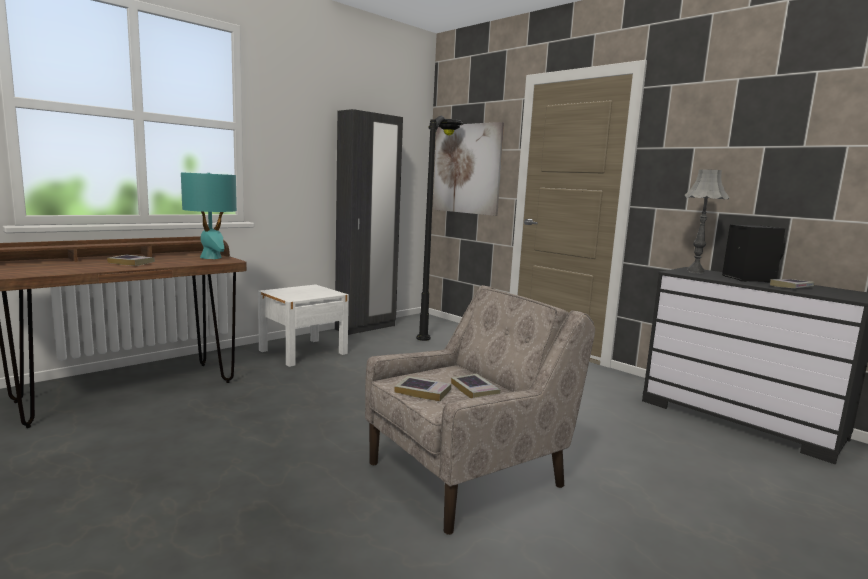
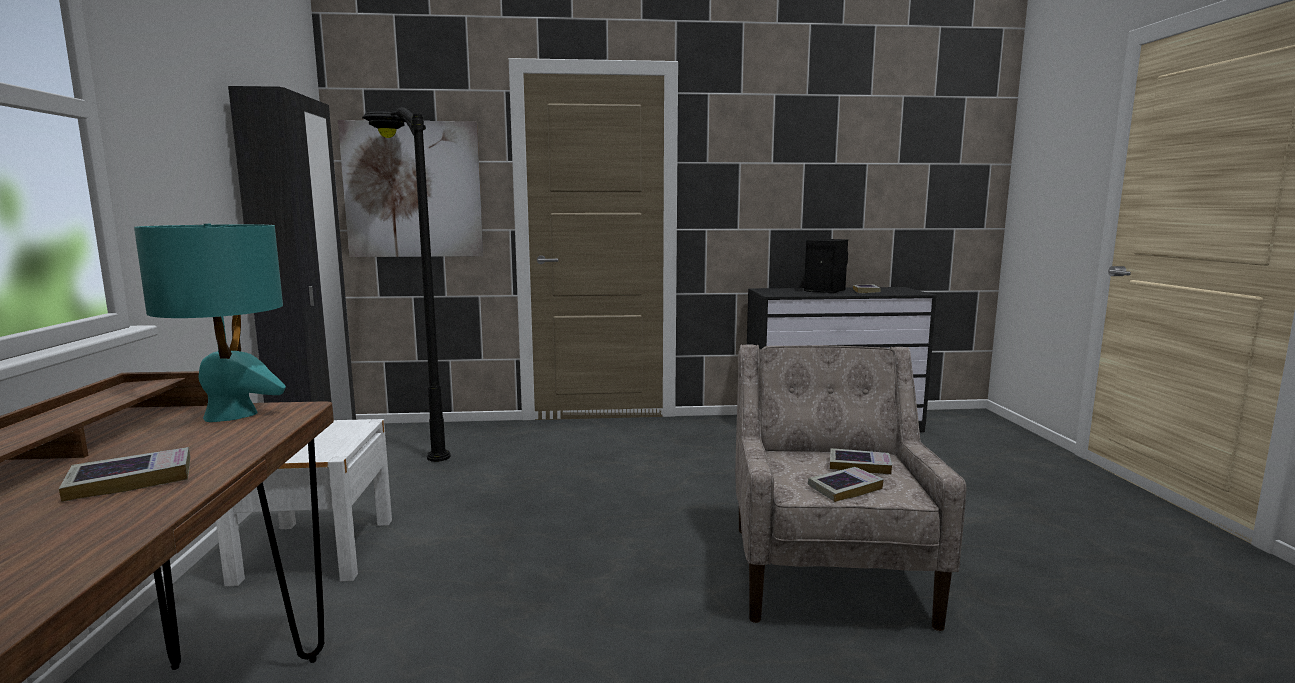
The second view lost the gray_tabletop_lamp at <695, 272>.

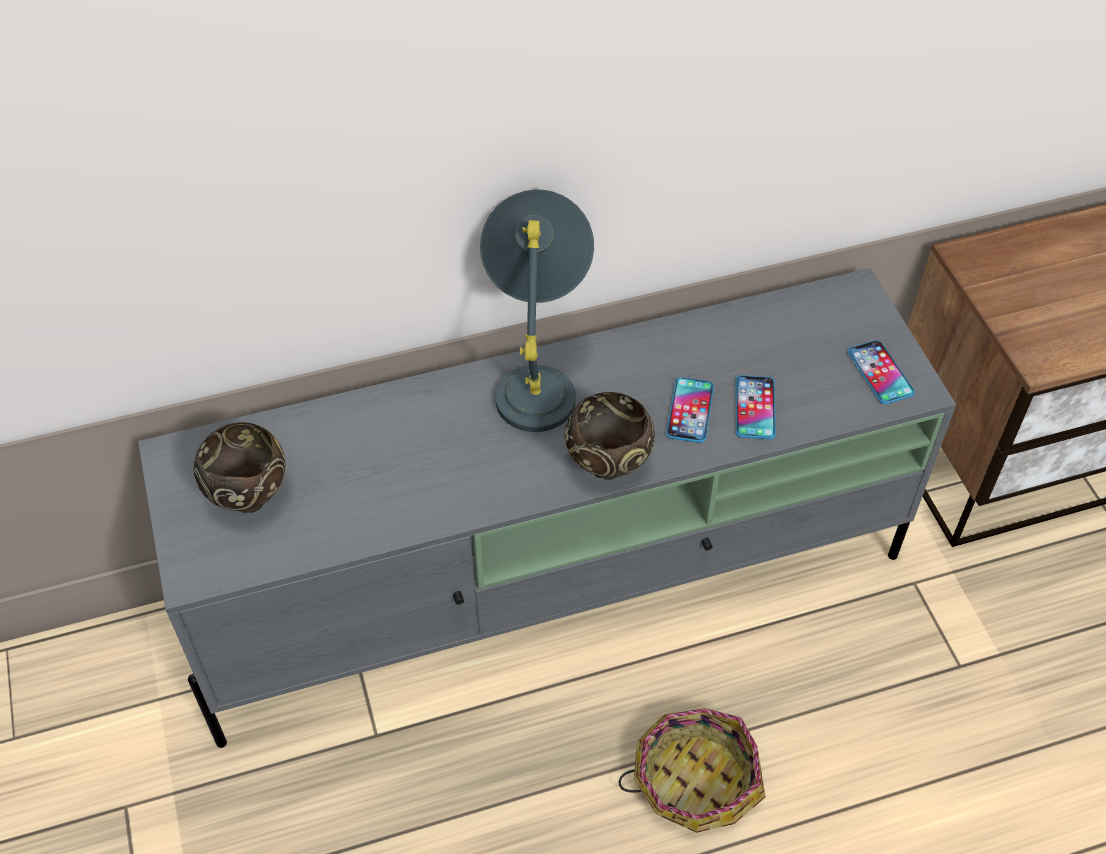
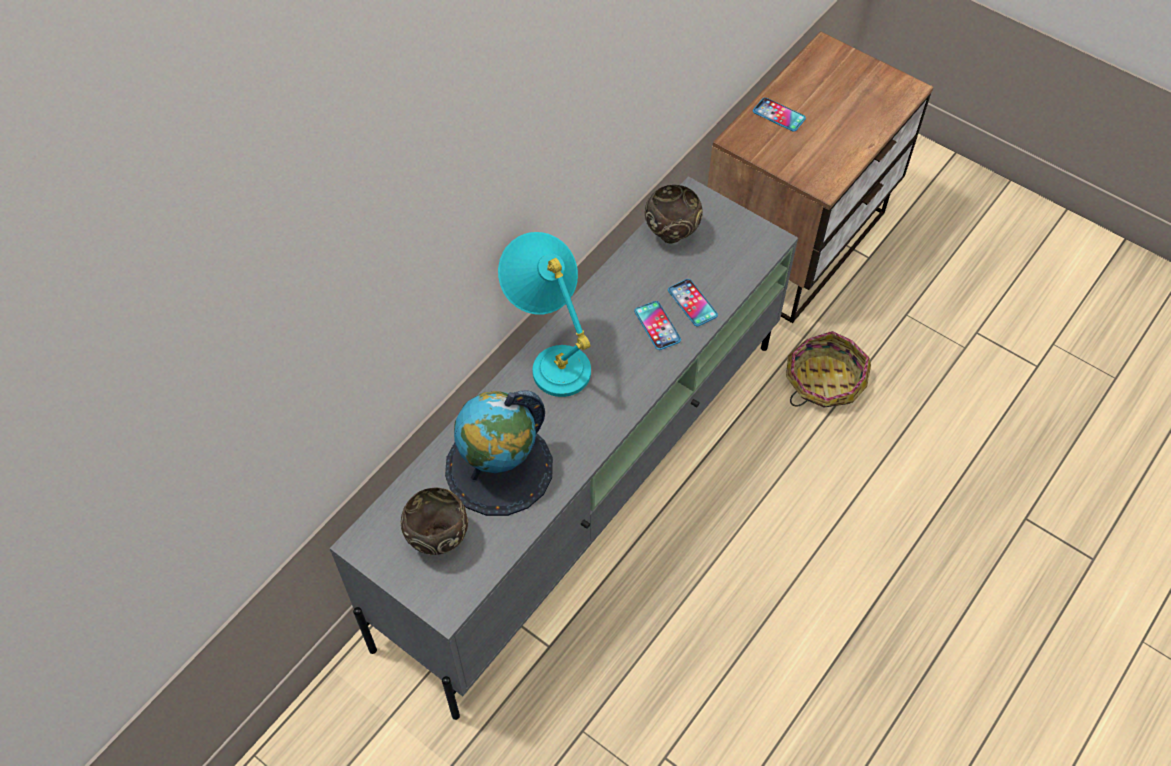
The second view gained the world_globe at <499, 468>.
What was the gray_tabletop_lamp at <538, 377> turned into the turquoise_tabletop_lamp at <550, 356>.
The brownish_deep_dish ended up elsewhere, having gone from <609, 466> to <672, 234>.
The telephone ended up elsewhere, having gone from <880, 373> to <779, 115>.
The storage_basket ended up elsewhere, having gone from <694, 779> to <823, 381>.

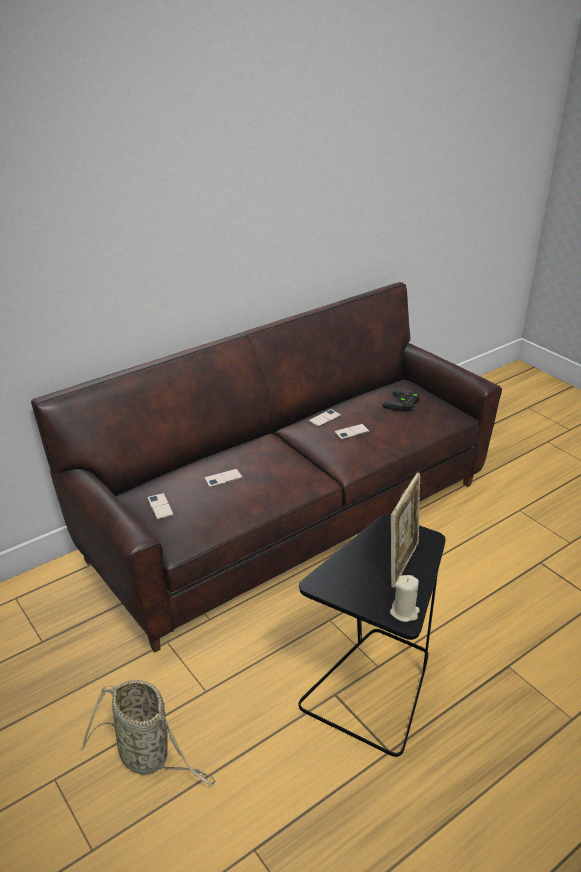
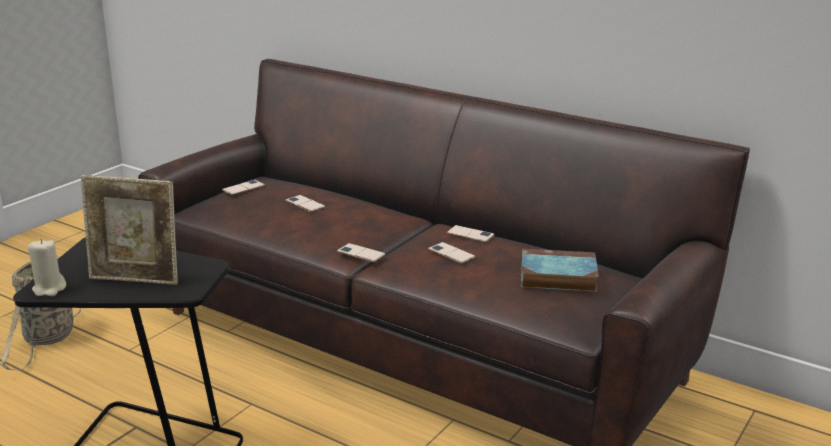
The second view gained the telephone at <361, 253>.
Where the black-coloured_gamepad stood at <402, 404>, the bound_book came to stand at <556, 276>.

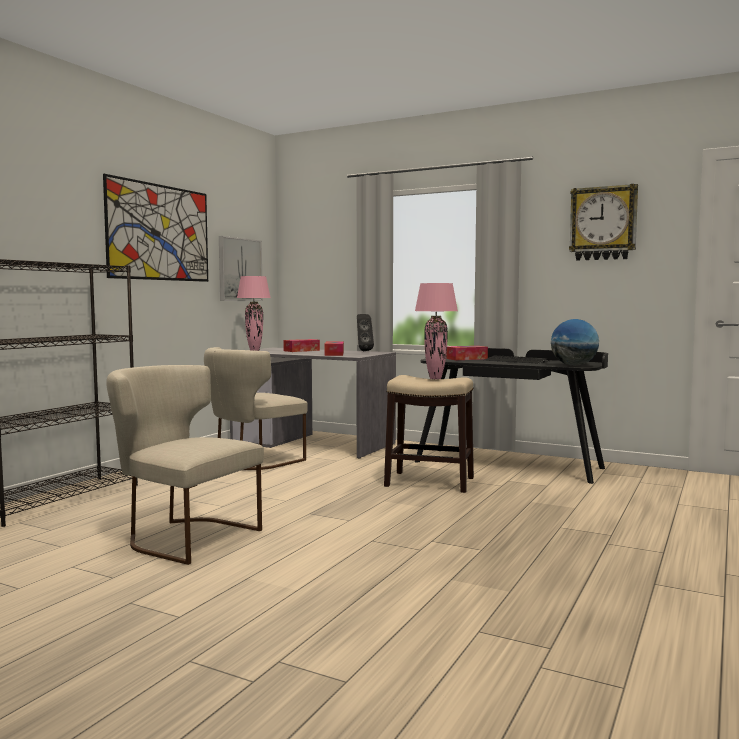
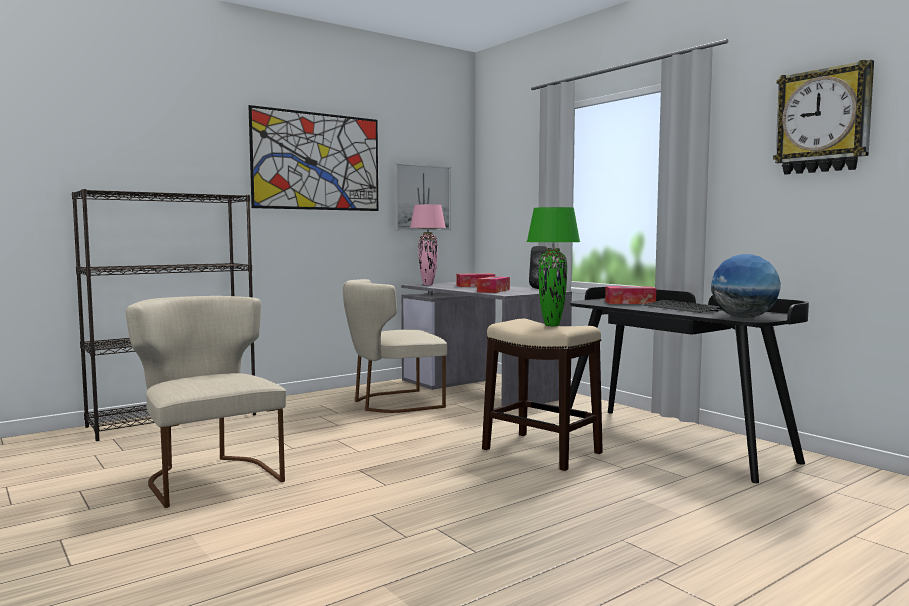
What was the pink-coloured_tabletop_lamp at <435, 379> turned into the green-coloured_tabletop_lamp at <552, 325>.

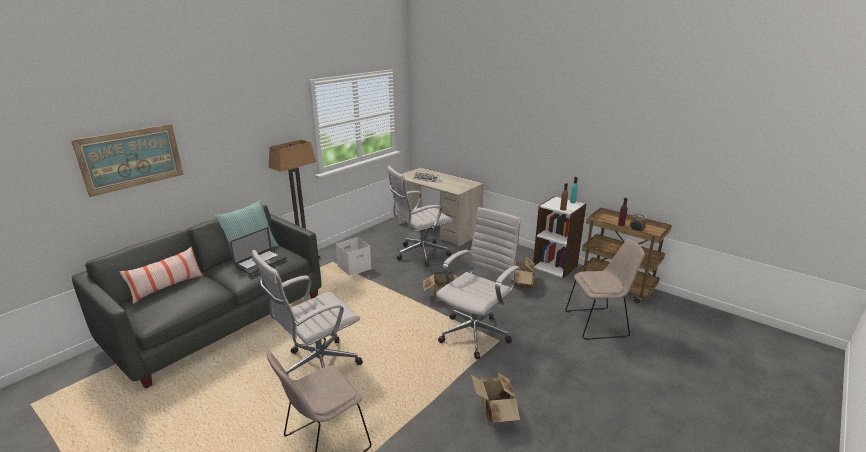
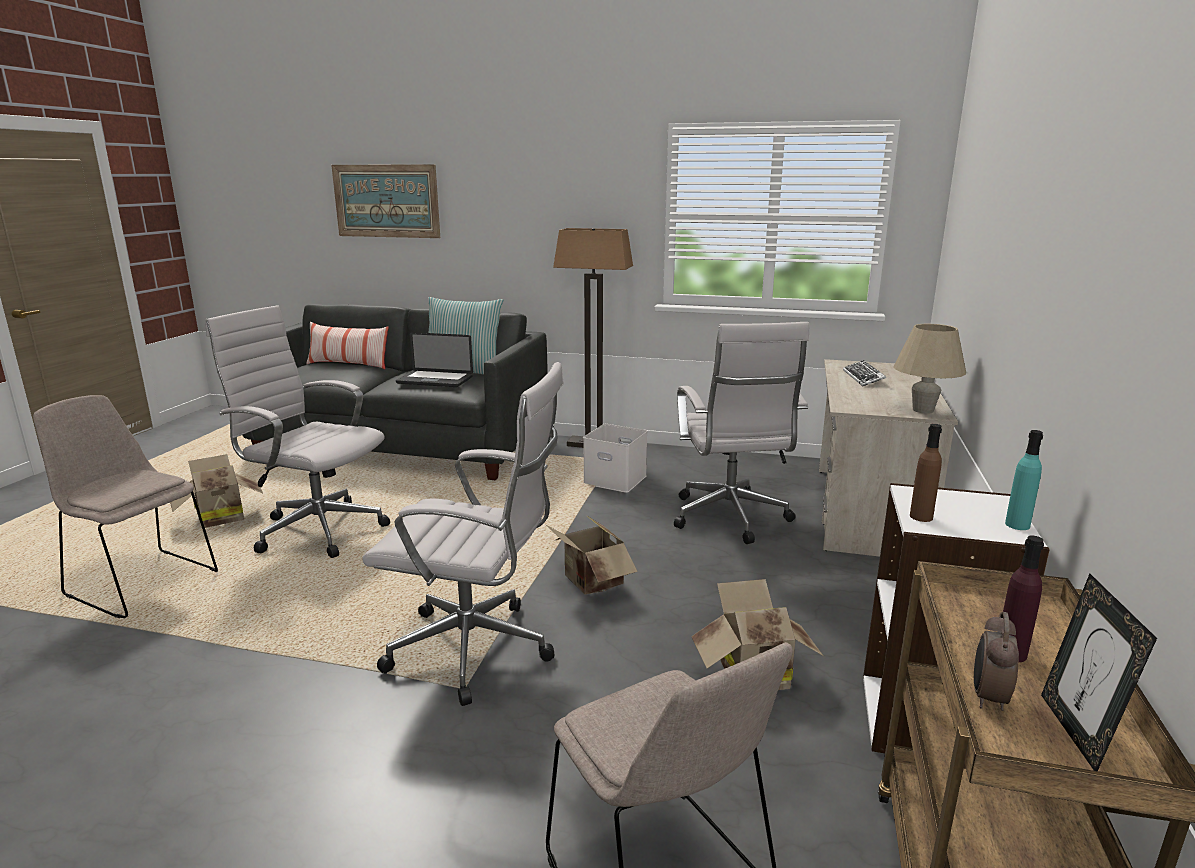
The carton ended up elsewhere, having gone from <494, 412> to <219, 517>.
The whitish_computer_chair at <420, 254> ended up facing another way, 135 degrees counterclockwise from before.
The second view gained the beige-coloured_tabletop_lamp at <923, 410>.
The second view gained the picture_frame at <1076, 732>.

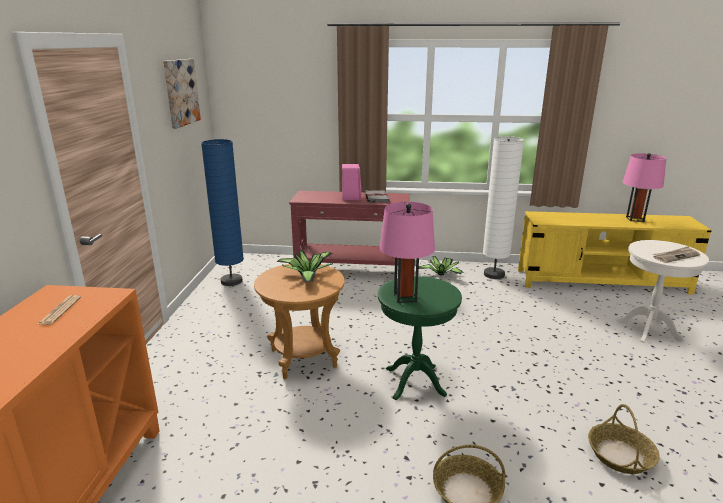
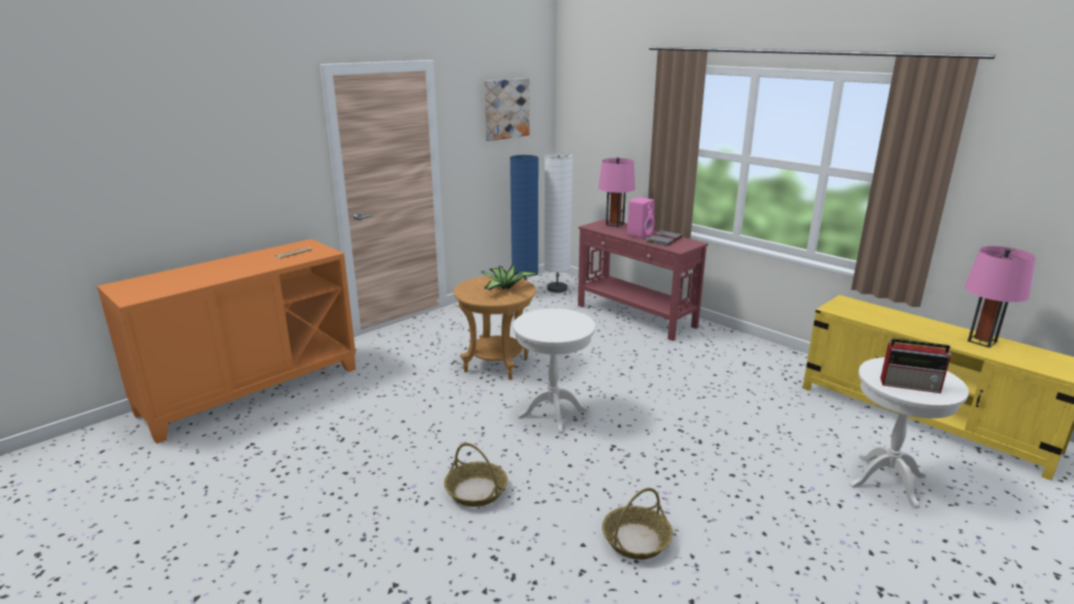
What was the green-coloured_end_table at <415, 381> turned into the whitish_end_table at <553, 414>.
The whitish_standing_lamp ended up elsewhere, having gone from <494, 274> to <557, 289>.
The pink-coloured_tabletop_lamp ended up elsewhere, having gone from <405, 297> to <615, 224>.
Where the newspaper stood at <675, 256>, the radio_receiver came to stand at <911, 385>.
The second view lost the plant_in_a_pot at <441, 274>.

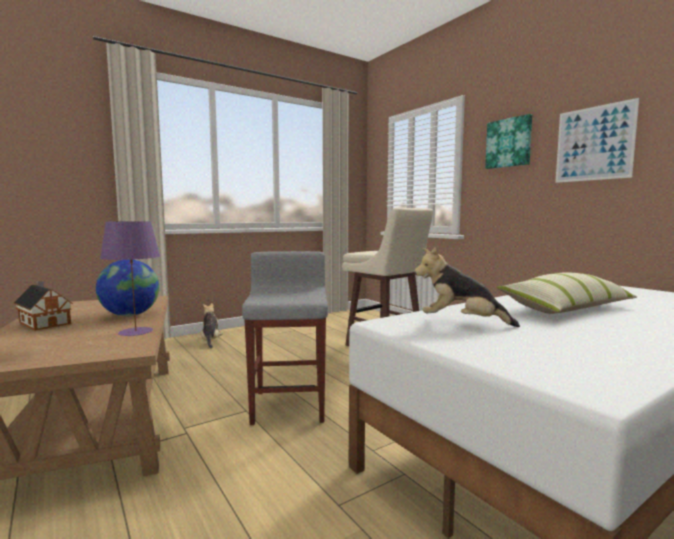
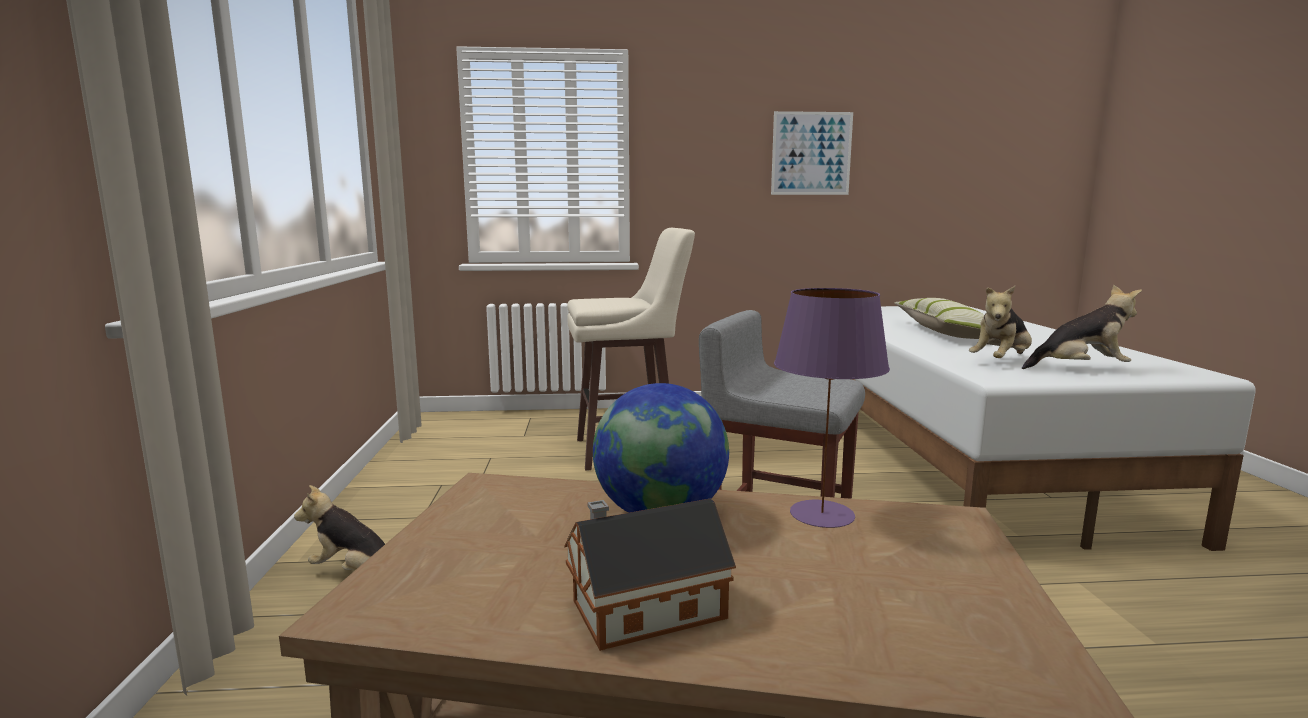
The second view gained the soft_toy at <1080, 369>.
The second view lost the wall_picture at <509, 143>.

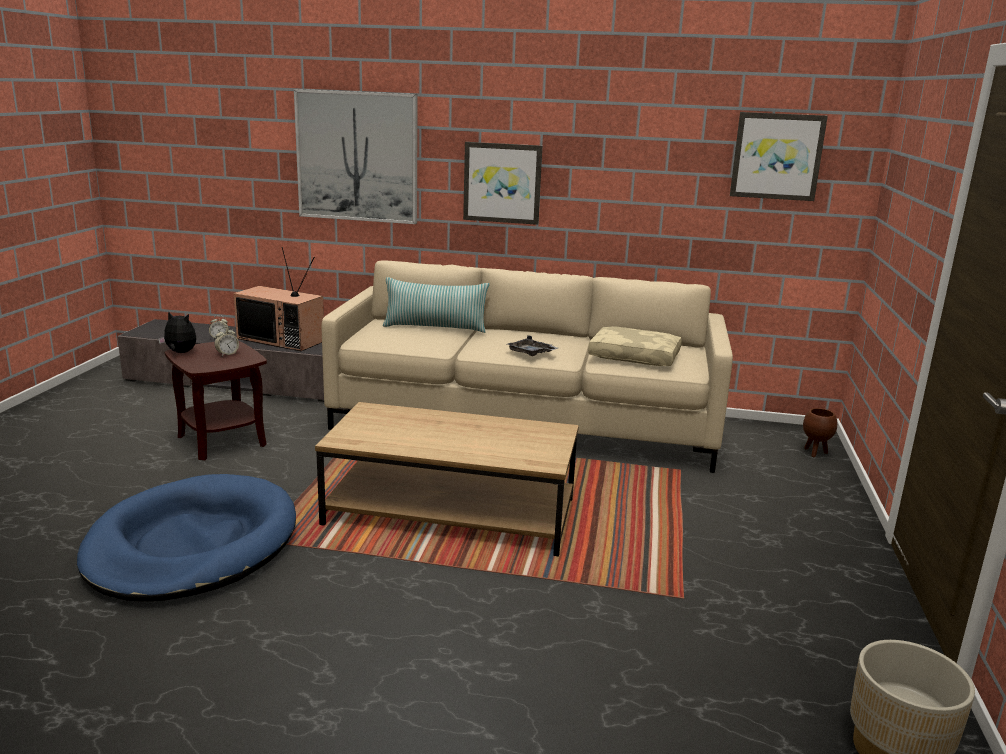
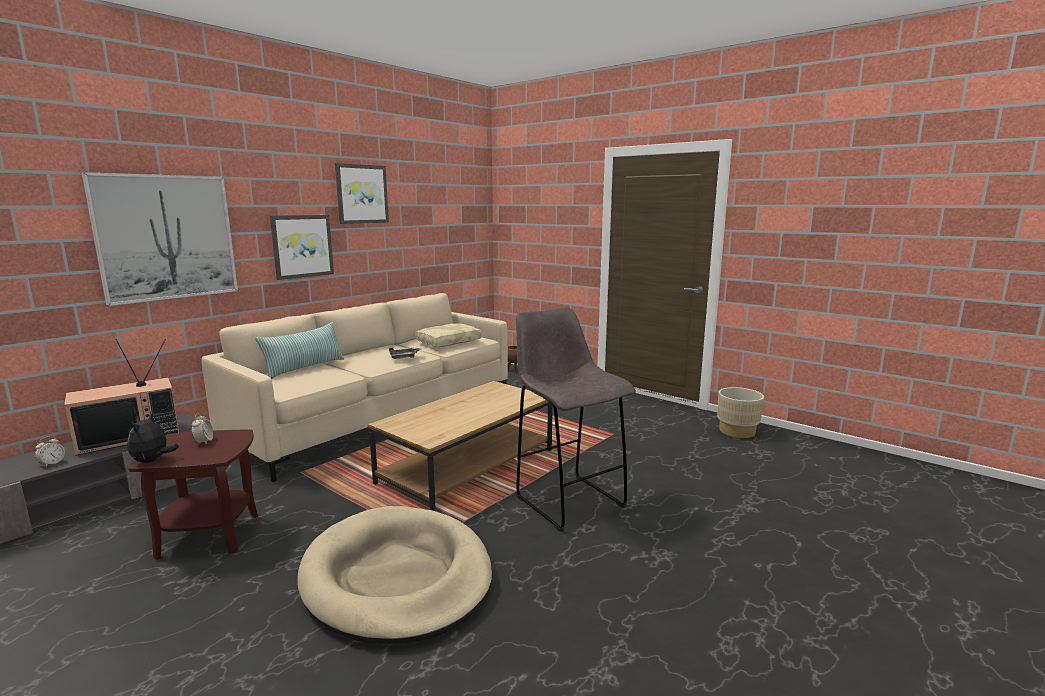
The soft_toy at <180, 353> ended up facing another way, 45 degrees counterclockwise from before.
What was the blue-coloured_pet_bed at <192, 545> turned into the beige-coloured_pet_bed at <397, 578>.
The wall_picture ended up elsewhere, having gone from <777, 156> to <362, 194>.
The second view gained the gray_sitting_stool at <568, 500>.

